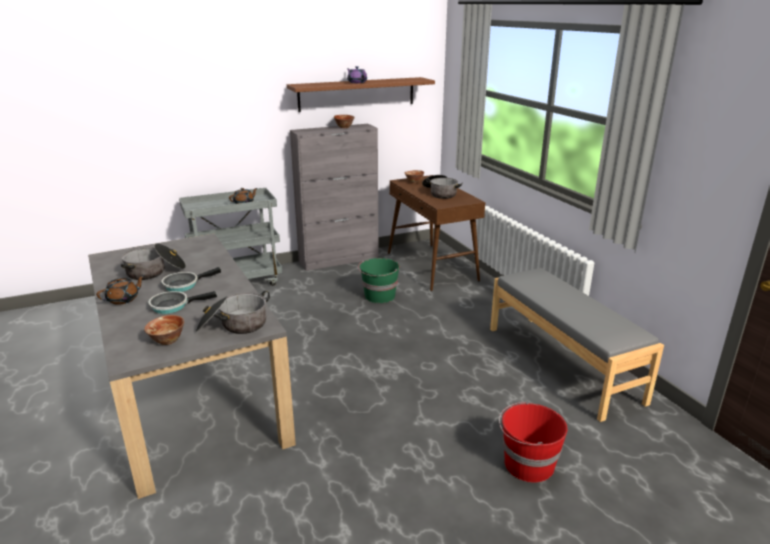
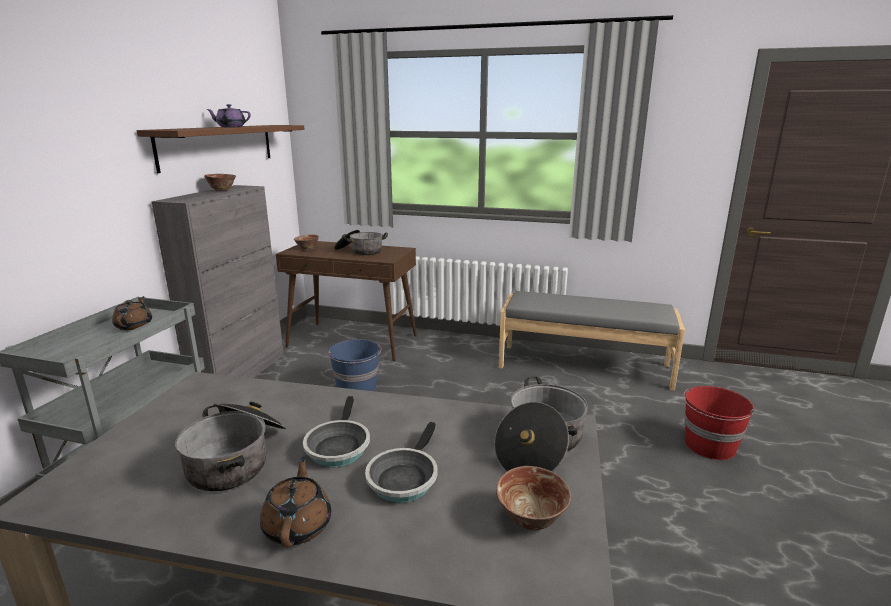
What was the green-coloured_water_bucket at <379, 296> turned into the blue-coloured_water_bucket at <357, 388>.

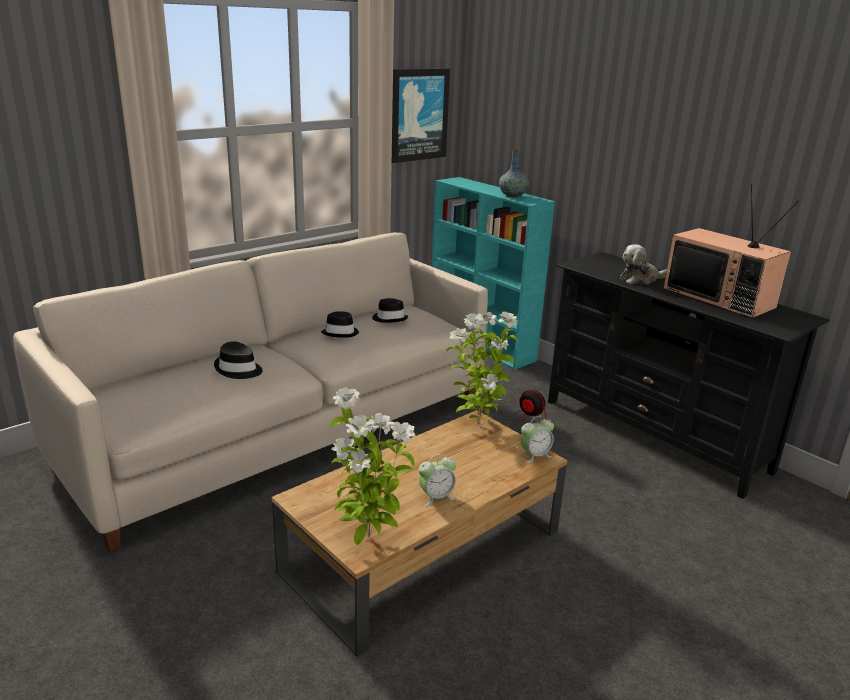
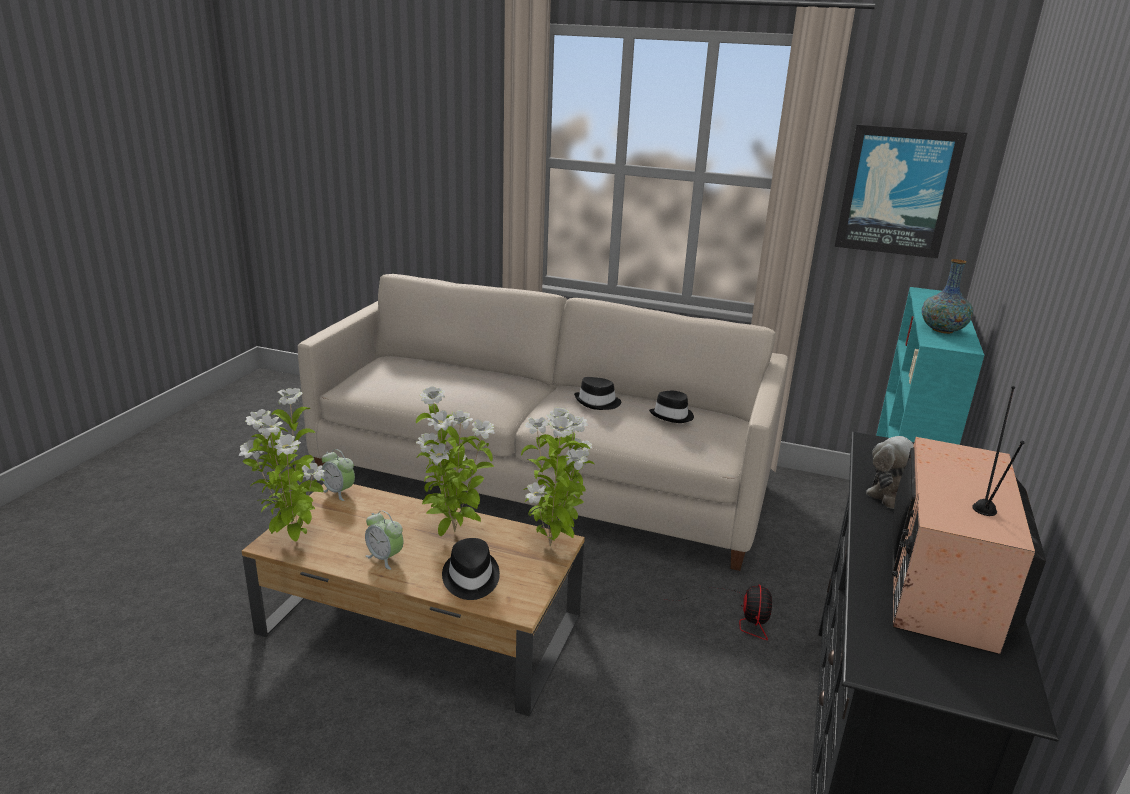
The bedside_clock ended up elsewhere, having gone from <535, 455> to <339, 492>.
The second view gained the plant_in_a_pot at <453, 533>.
The black-coloured_clothing_hat ended up elsewhere, having gone from <238, 369> to <470, 578>.

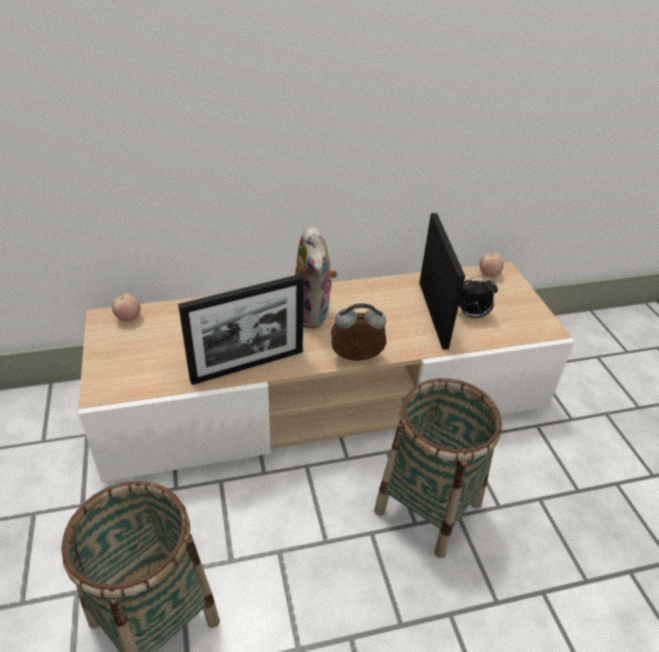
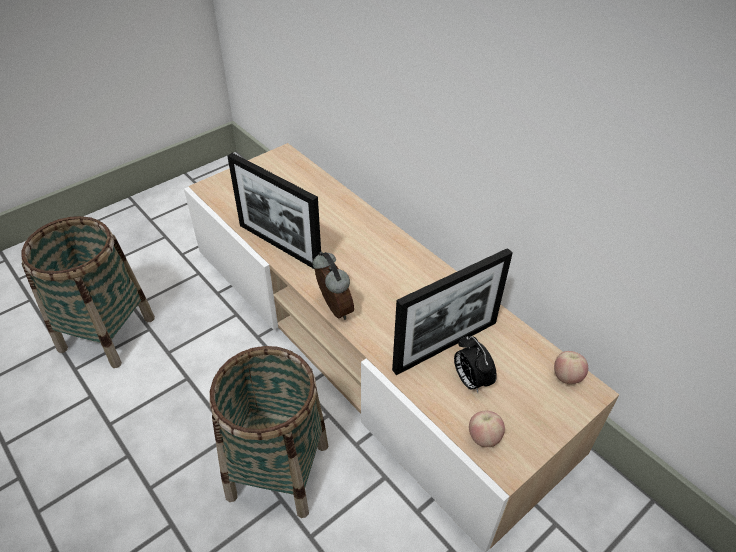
The apple ended up elsewhere, having gone from <128, 318> to <484, 438>.
The second view lost the soft_toy at <313, 314>.

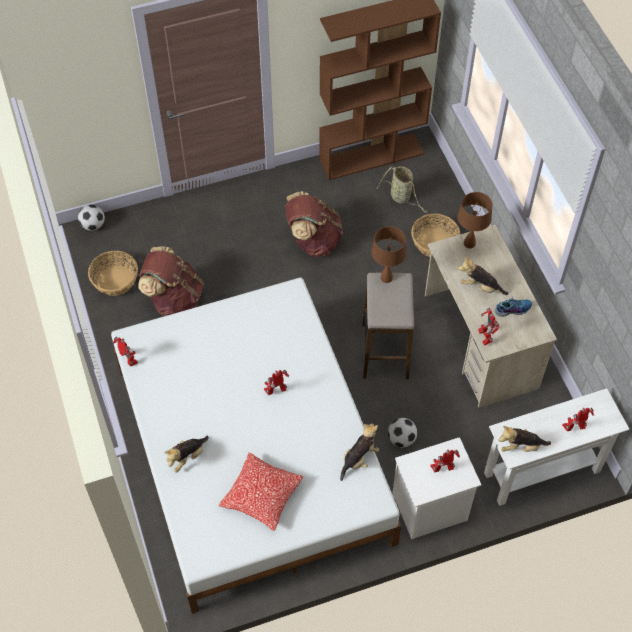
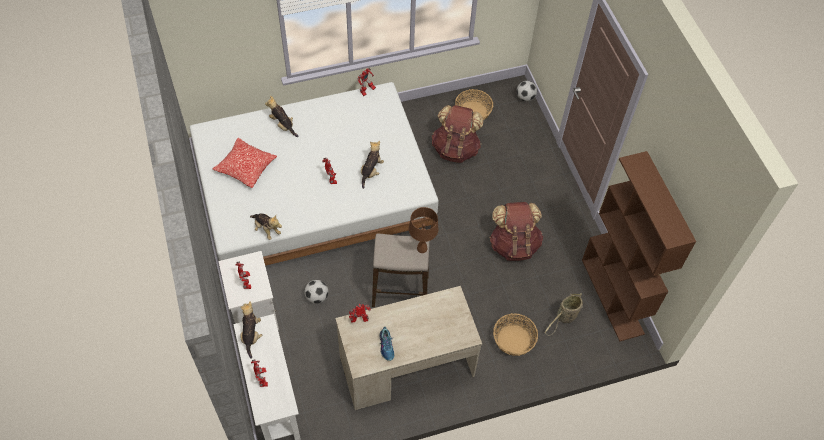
The soft_toy ended up elsewhere, having gone from <480, 287> to <371, 171>.
The second view lost the brownish_tabletop_lamp at <469, 243>.

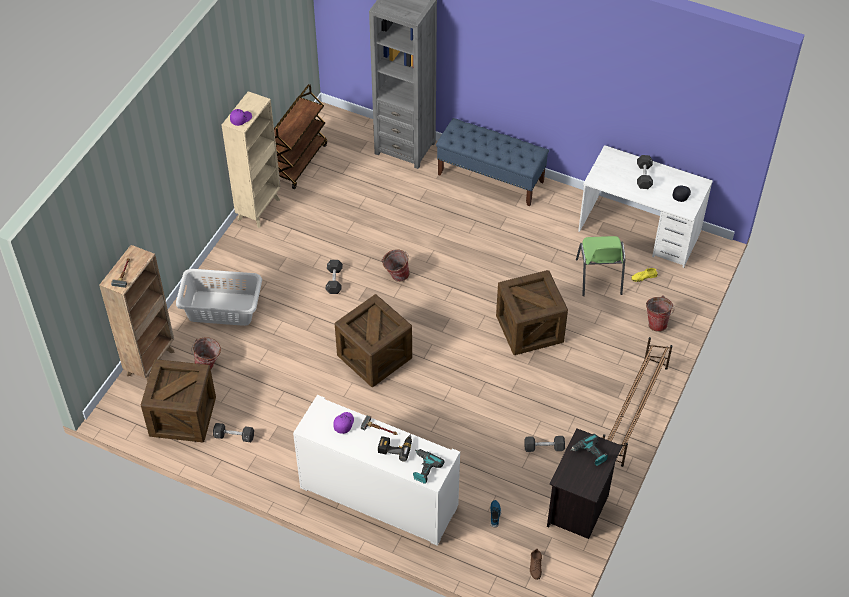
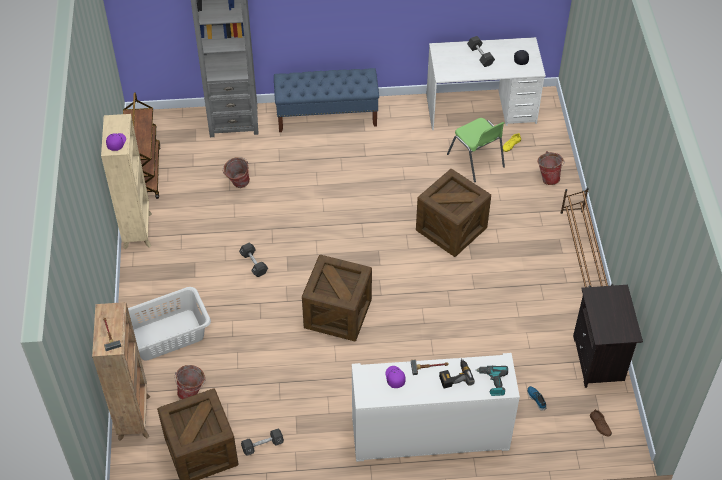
The water_bucket ended up elsewhere, having gone from <396, 276> to <237, 184>.
The second view lost the black-coloured_dumbbell at <544, 447>.
The second view lost the electric_drill at <590, 454>.

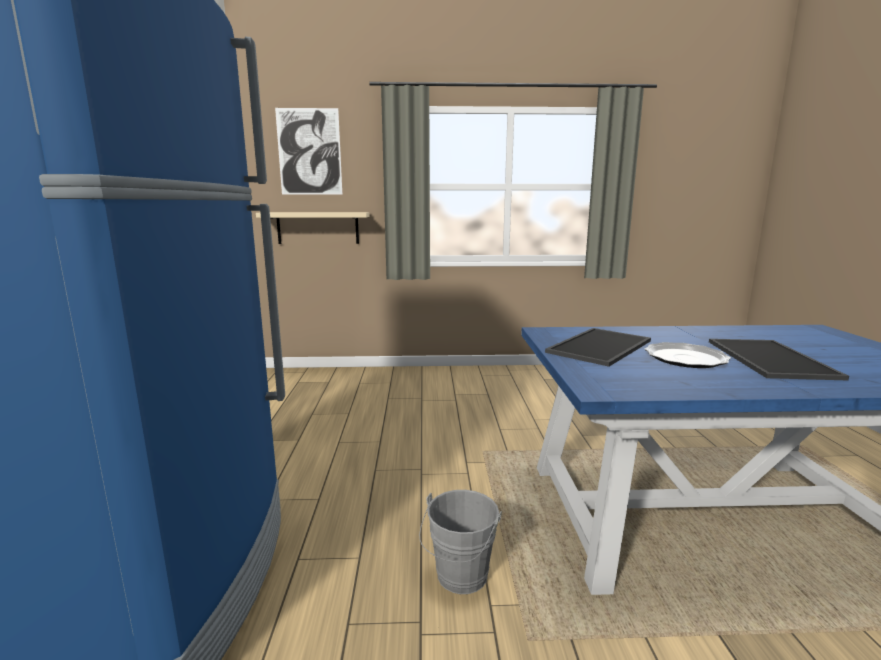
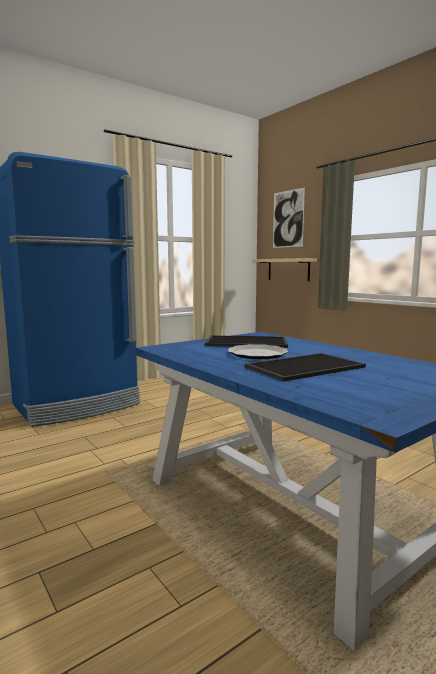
The second view lost the gray_water_bucket at <459, 579>.

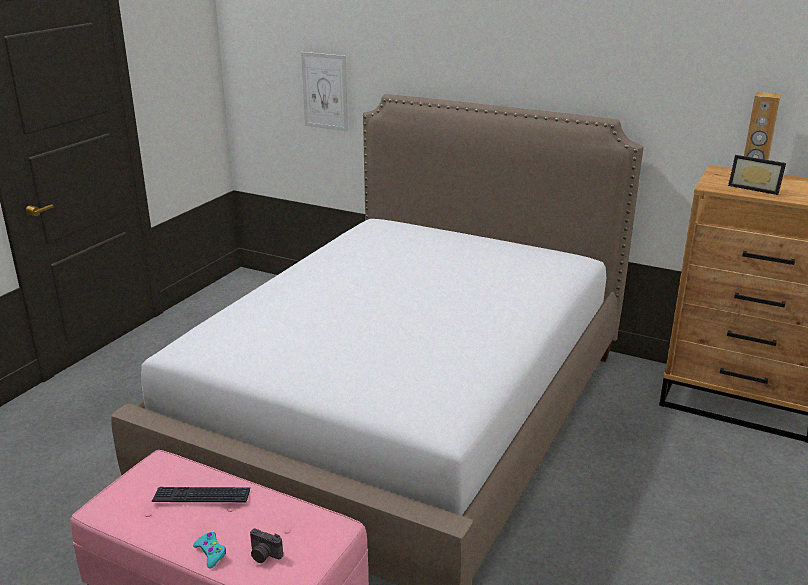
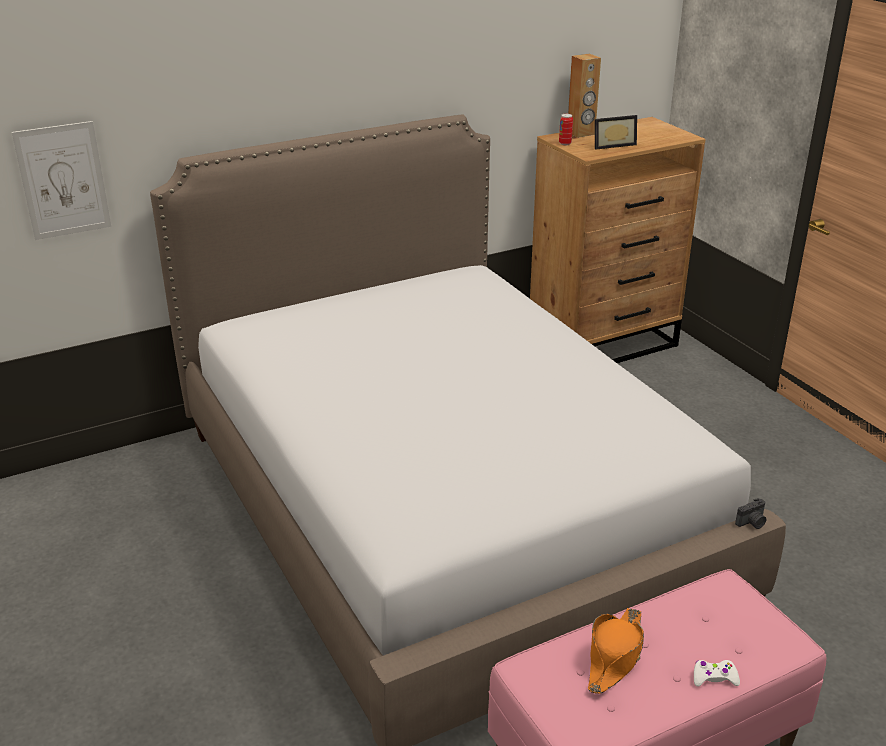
The second view gained the metal_can at <565, 143>.
Where the computer_keyboard stood at <201, 496>, the orangey_clothing_hat came to stand at <614, 656>.
What was the turquoise_gamepad at <211, 553> turned into the whitish_gamepad at <714, 678>.
The still_camera ended up elsewhere, having gone from <264, 555> to <752, 523>.

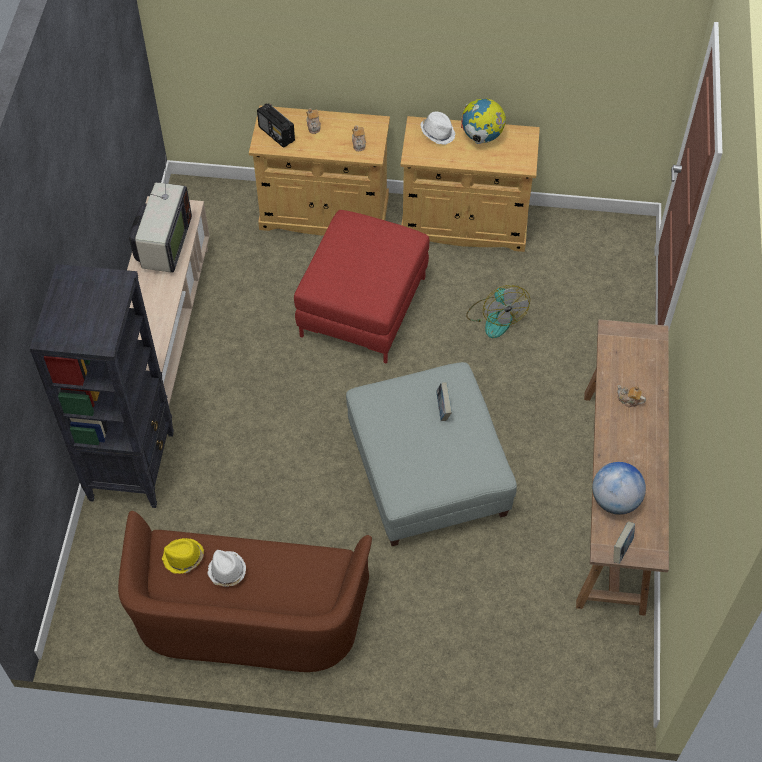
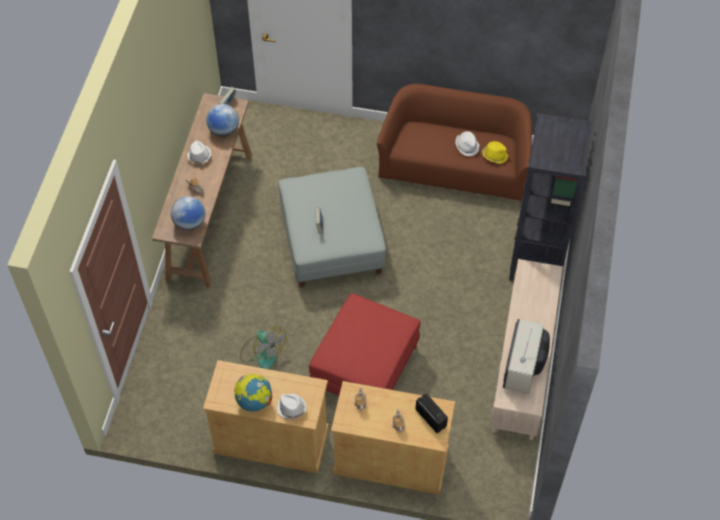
The second view gained the world_globe at <189, 223>.
The second view gained the whitish_clothing_hat at <199, 156>.
The electric_fan at <495, 317> ended up facing another way, 150 degrees clockwise from before.

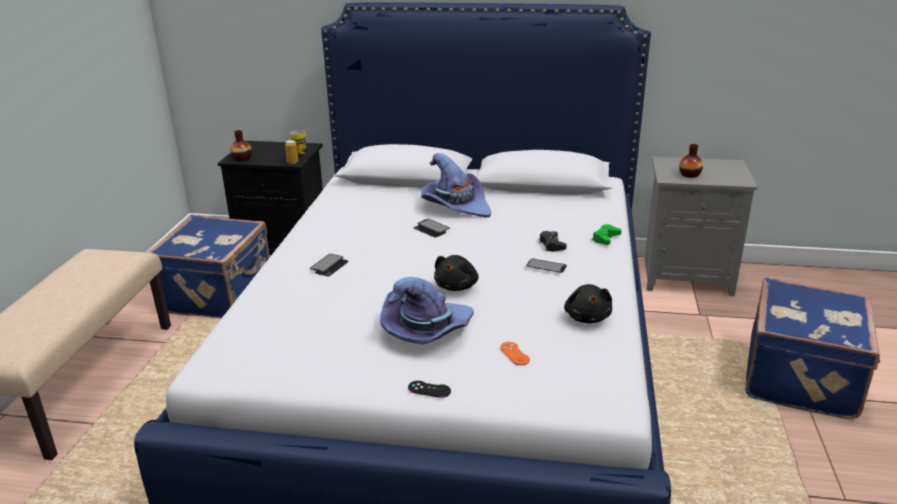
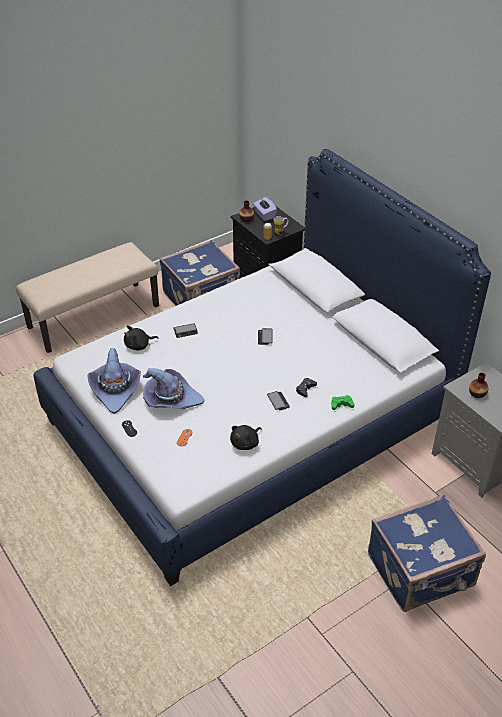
The purple-coloured_clothing_hat ended up elsewhere, having gone from <456, 206> to <116, 389>.
The black-coloured_soft_toy ended up elsewhere, having gone from <457, 286> to <139, 345>.
The second view gained the purple-coloured_tissue_box at <264, 215>.

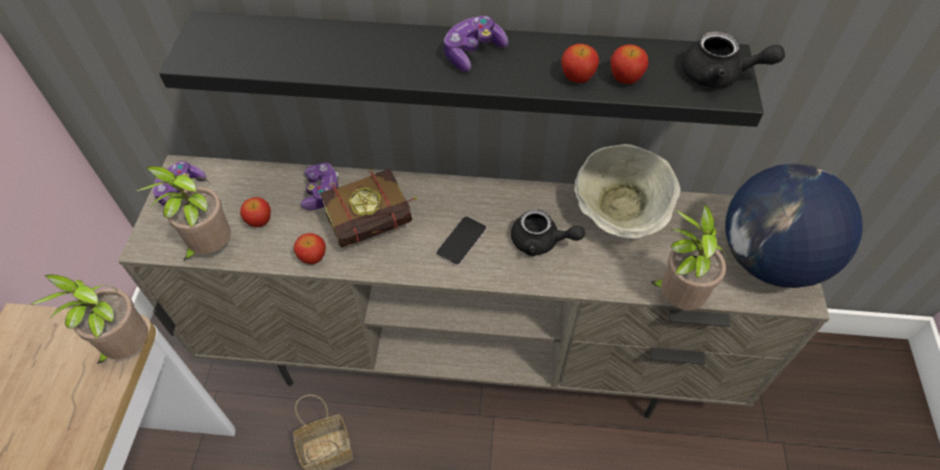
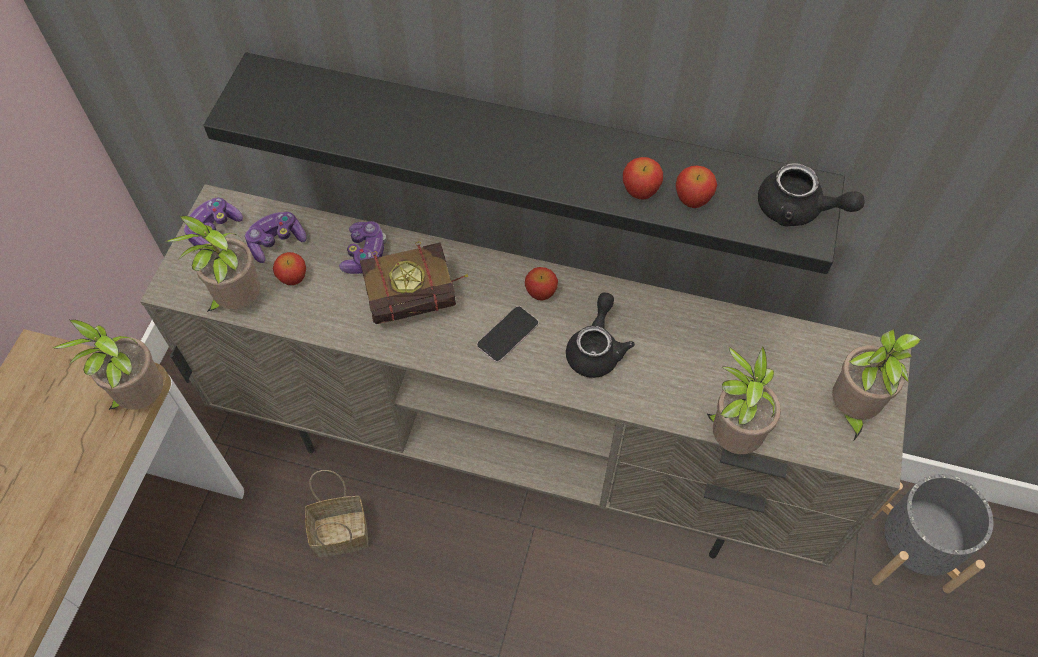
The gamepad ended up elsewhere, having gone from <473, 52> to <276, 242>.
The apple ended up elsewhere, having gone from <313, 257> to <540, 293>.
The black-coloured_pot_for_tea at <541, 242> ended up facing another way, 105 degrees counterclockwise from before.
Where the world_globe stood at <769, 260>, the plant_in_a_pot came to stand at <850, 410>.
The second view gained the gray_planter at <908, 550>.
The second view lost the beige-coloured_deep_dish at <619, 214>.

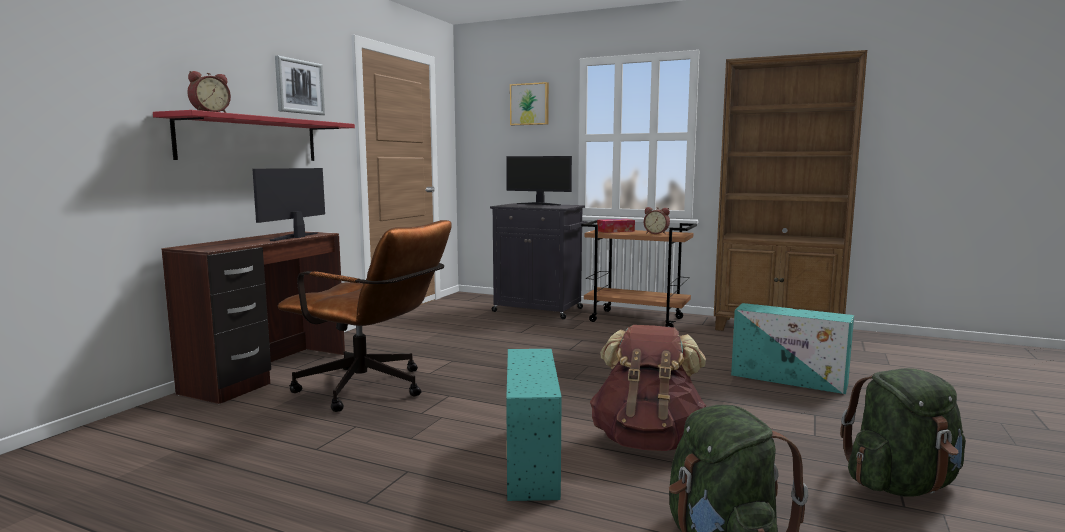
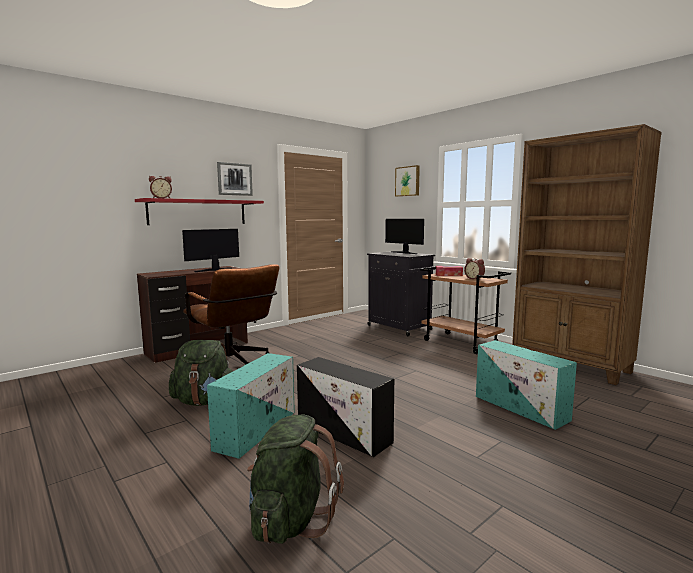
The green-coloured_backpack ended up elsewhere, having gone from <900, 485> to <205, 401>.
Where the brownish_backpack stood at <648, 441>, the black-coloured_storage_bin came to stand at <345, 433>.

